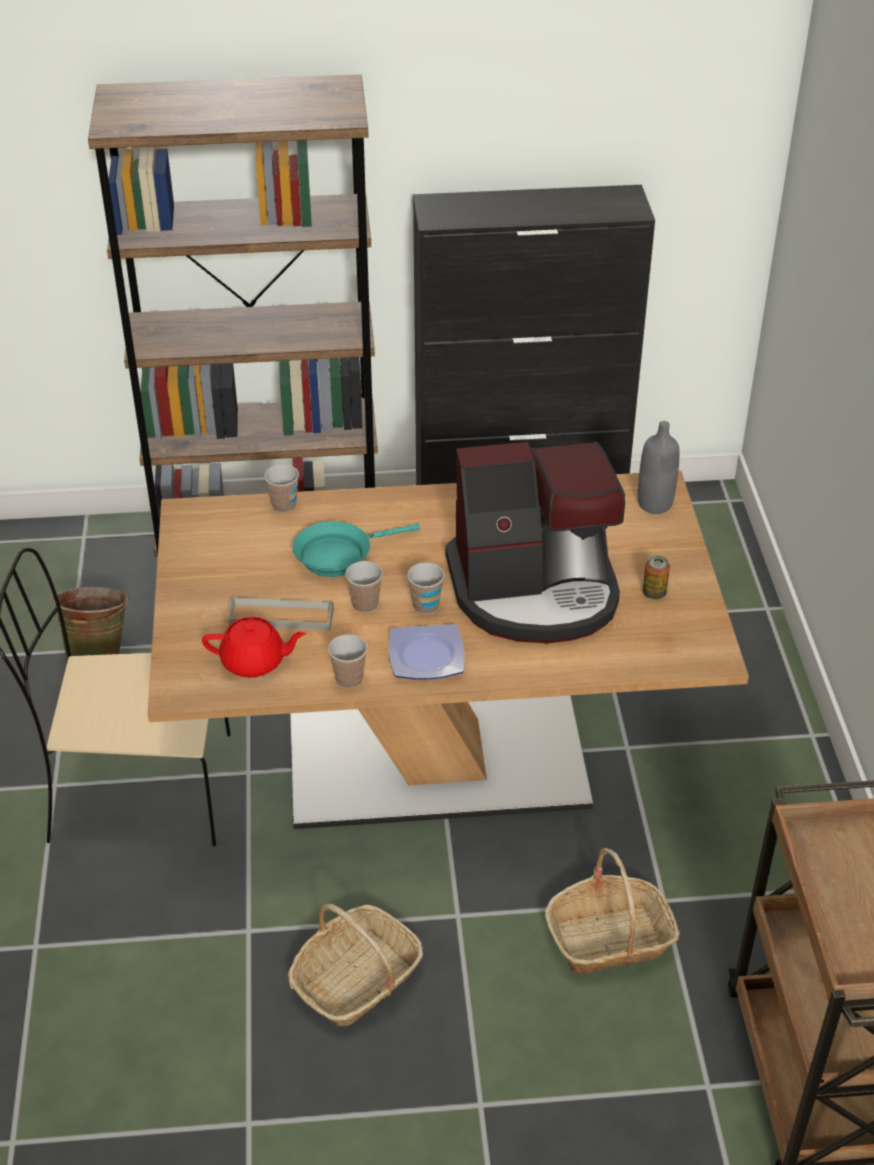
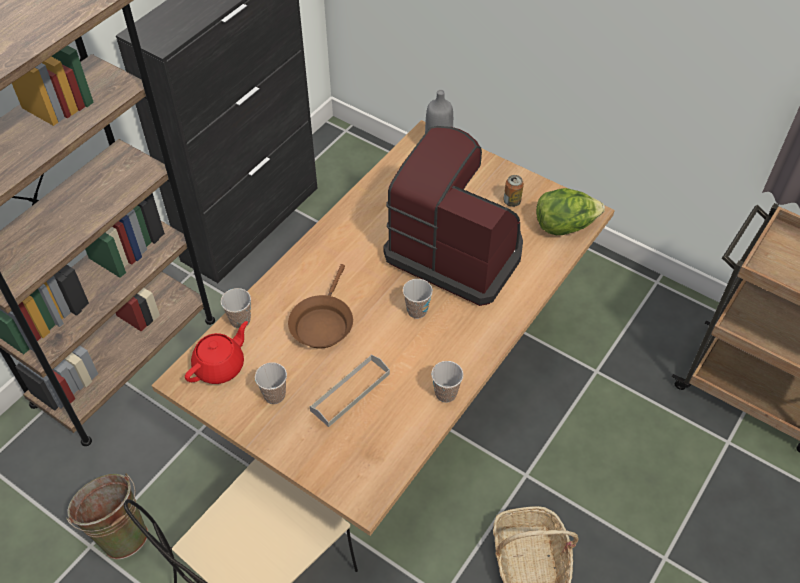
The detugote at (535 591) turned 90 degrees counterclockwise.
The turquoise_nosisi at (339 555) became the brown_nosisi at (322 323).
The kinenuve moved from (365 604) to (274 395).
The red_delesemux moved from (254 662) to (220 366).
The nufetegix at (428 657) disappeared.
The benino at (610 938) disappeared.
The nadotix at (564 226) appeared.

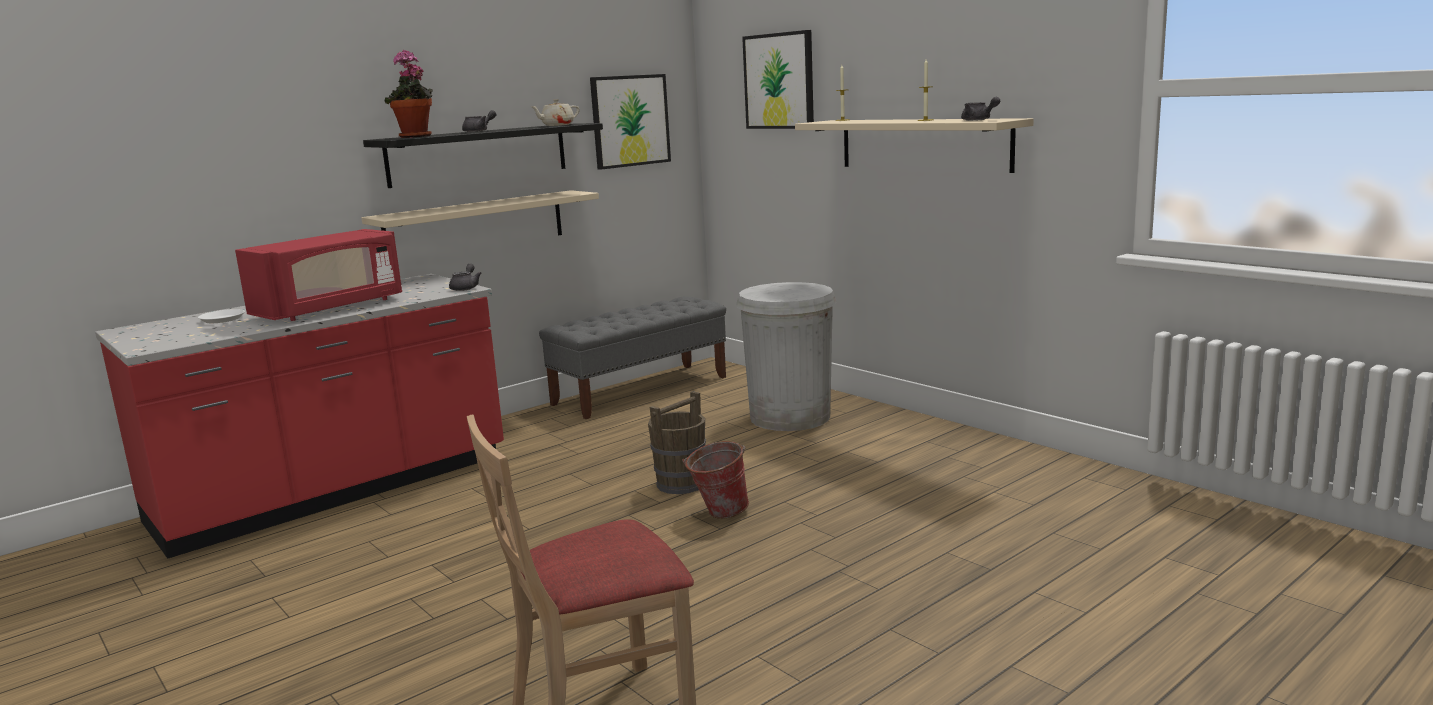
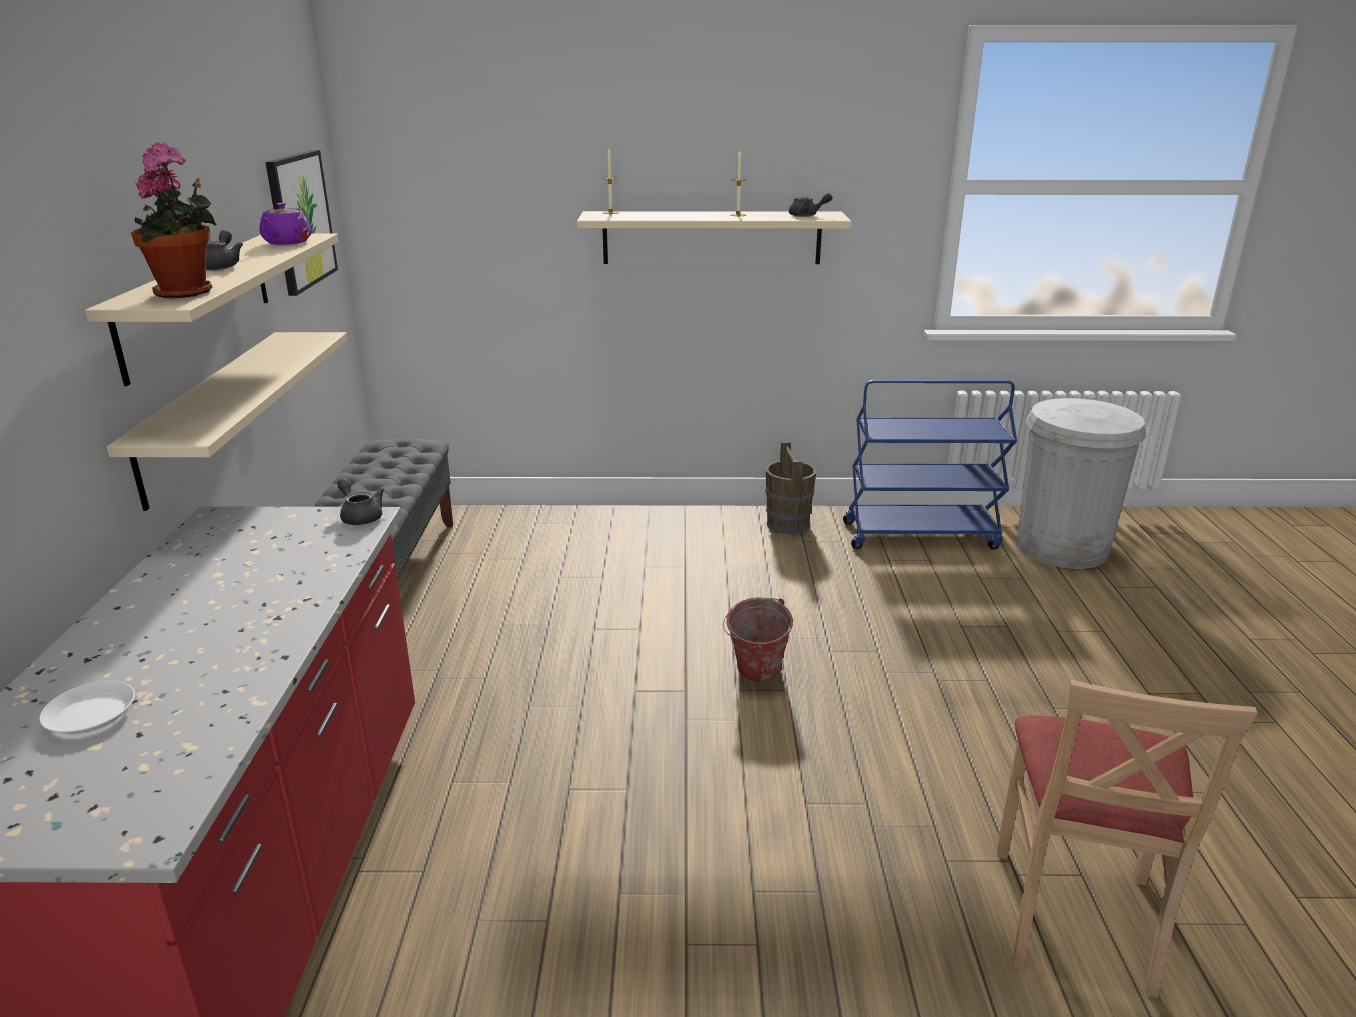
The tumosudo at (779 81) disappeared.
The beige_delesemux at (557 125) became the purple_delesemux at (286 242).
The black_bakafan at (478 154) became the beige_bakafan at (197 301).
The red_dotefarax at (331 308) disappeared.
The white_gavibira moved from (789 417) to (1061 547).
The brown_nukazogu moved from (681 484) to (787 524).
The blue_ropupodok at (921 535) appeared.

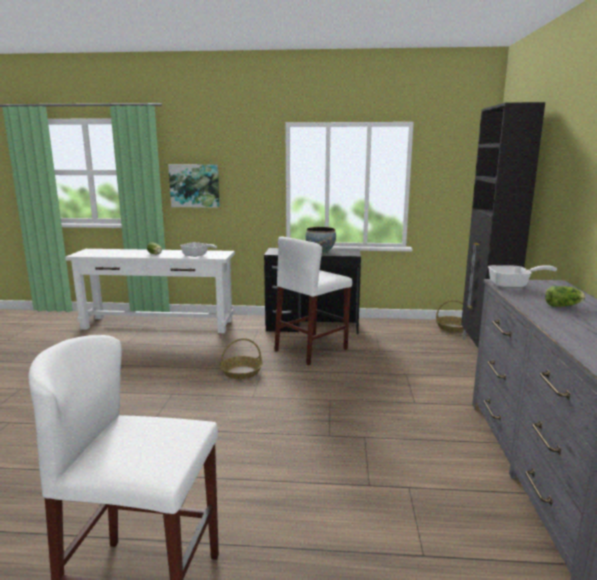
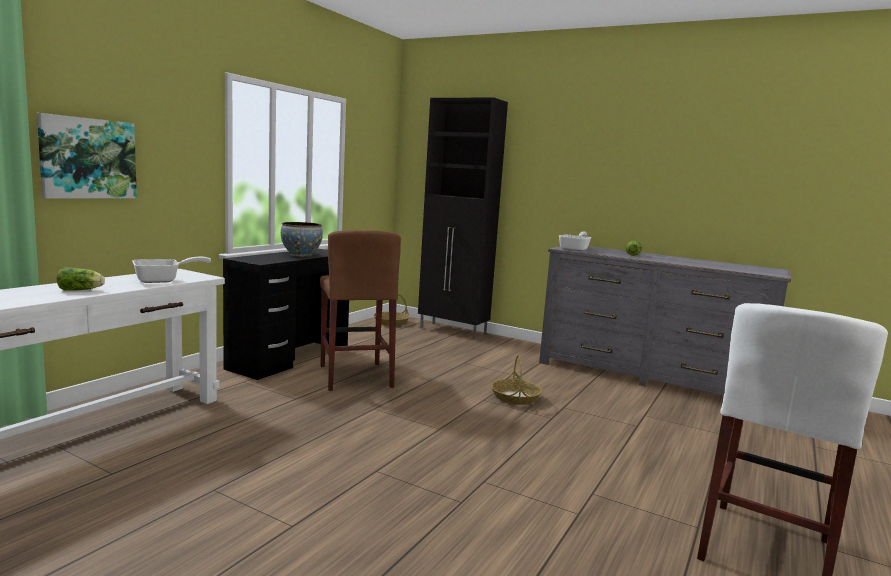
The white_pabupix at (311 350) became the brown_pabupix at (355 376).
The benino moved from (241 372) to (515 397).

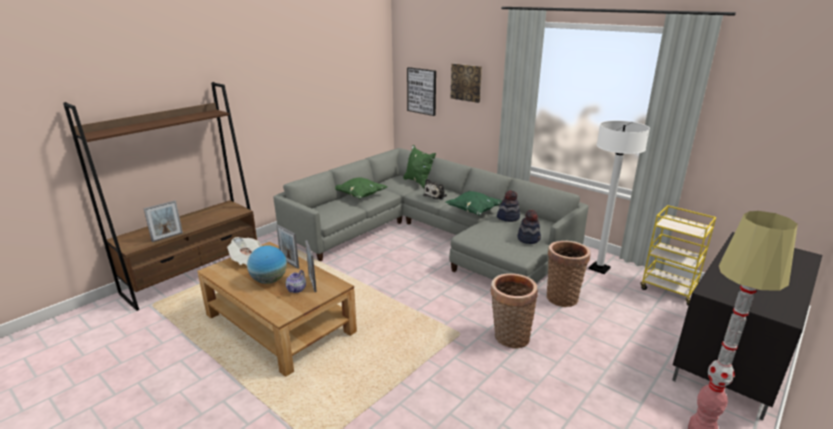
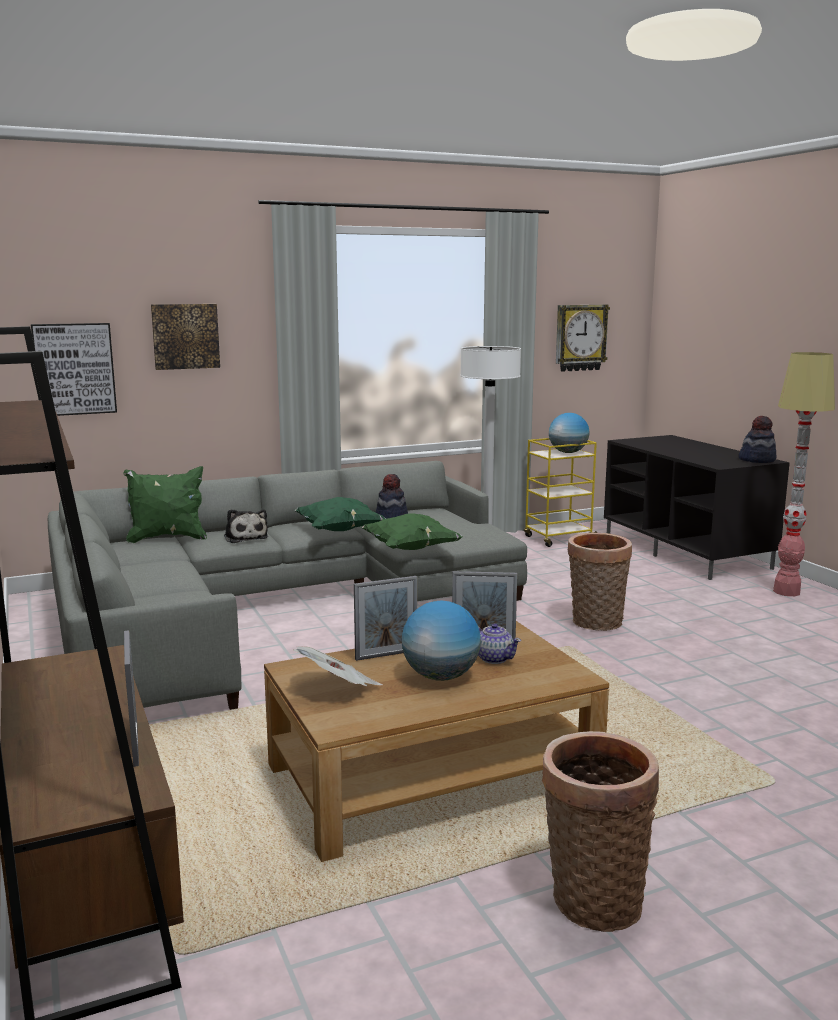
The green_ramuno moved from (360 196) to (410 549).
The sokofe moved from (528 239) to (757 460).
The benino moved from (562 297) to (592 898).
The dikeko at (580 337) appeared.
The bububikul at (568 452) appeared.

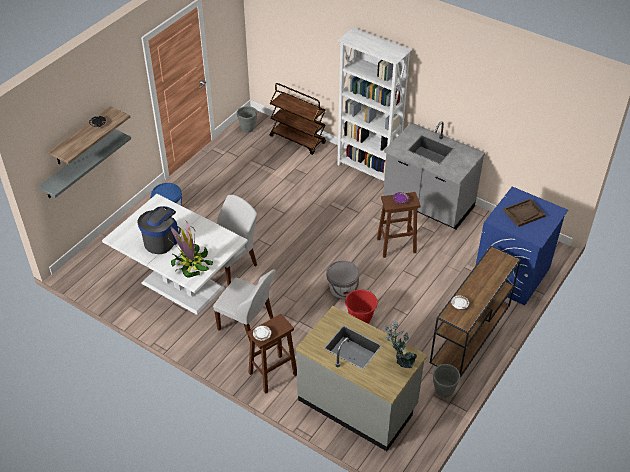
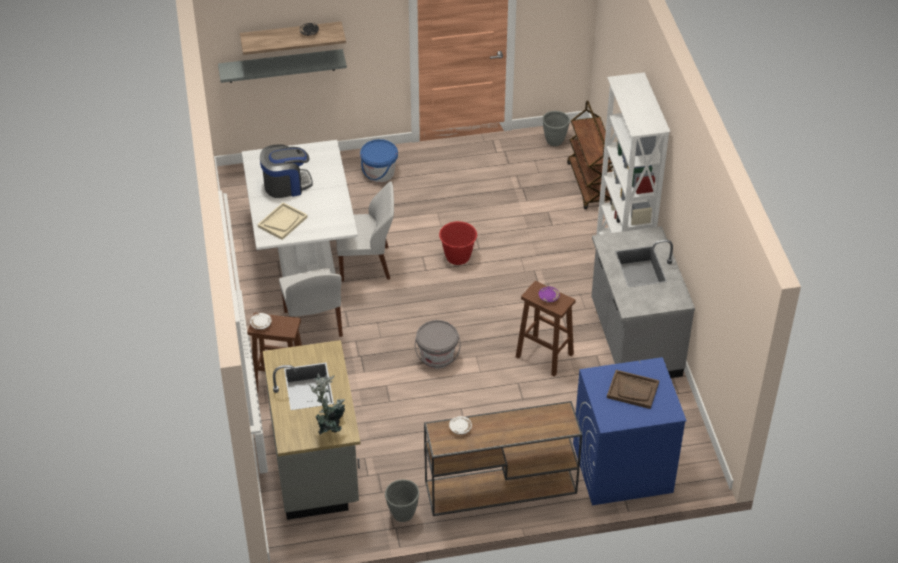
The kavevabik at (190 264) was replaced by the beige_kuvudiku at (282 222).
The red_nukazogu moved from (360 319) to (457 257).

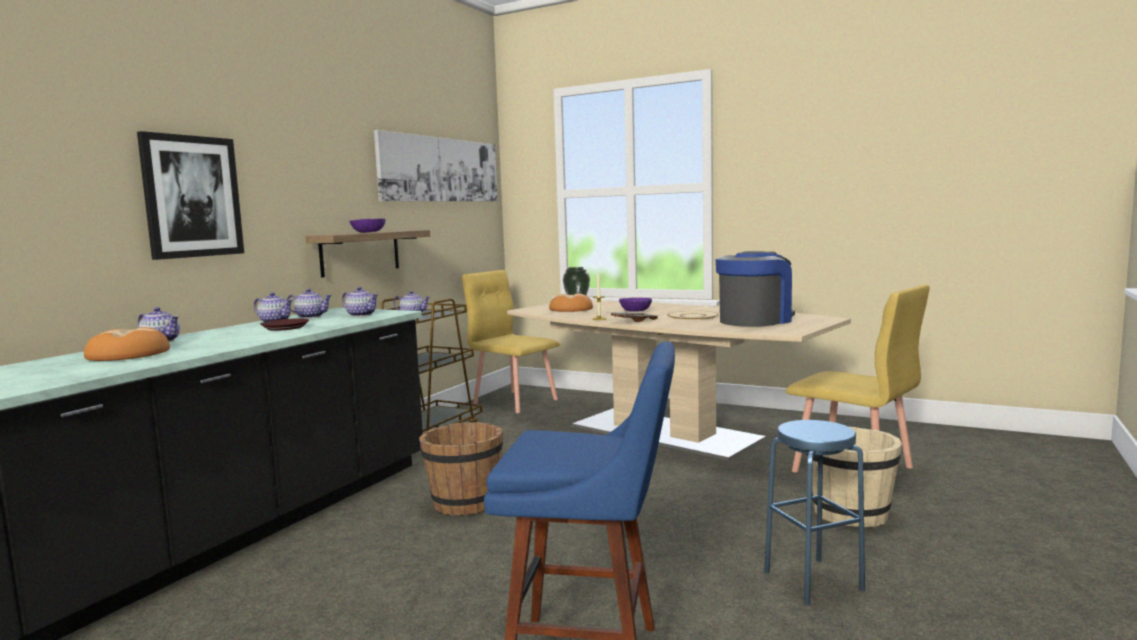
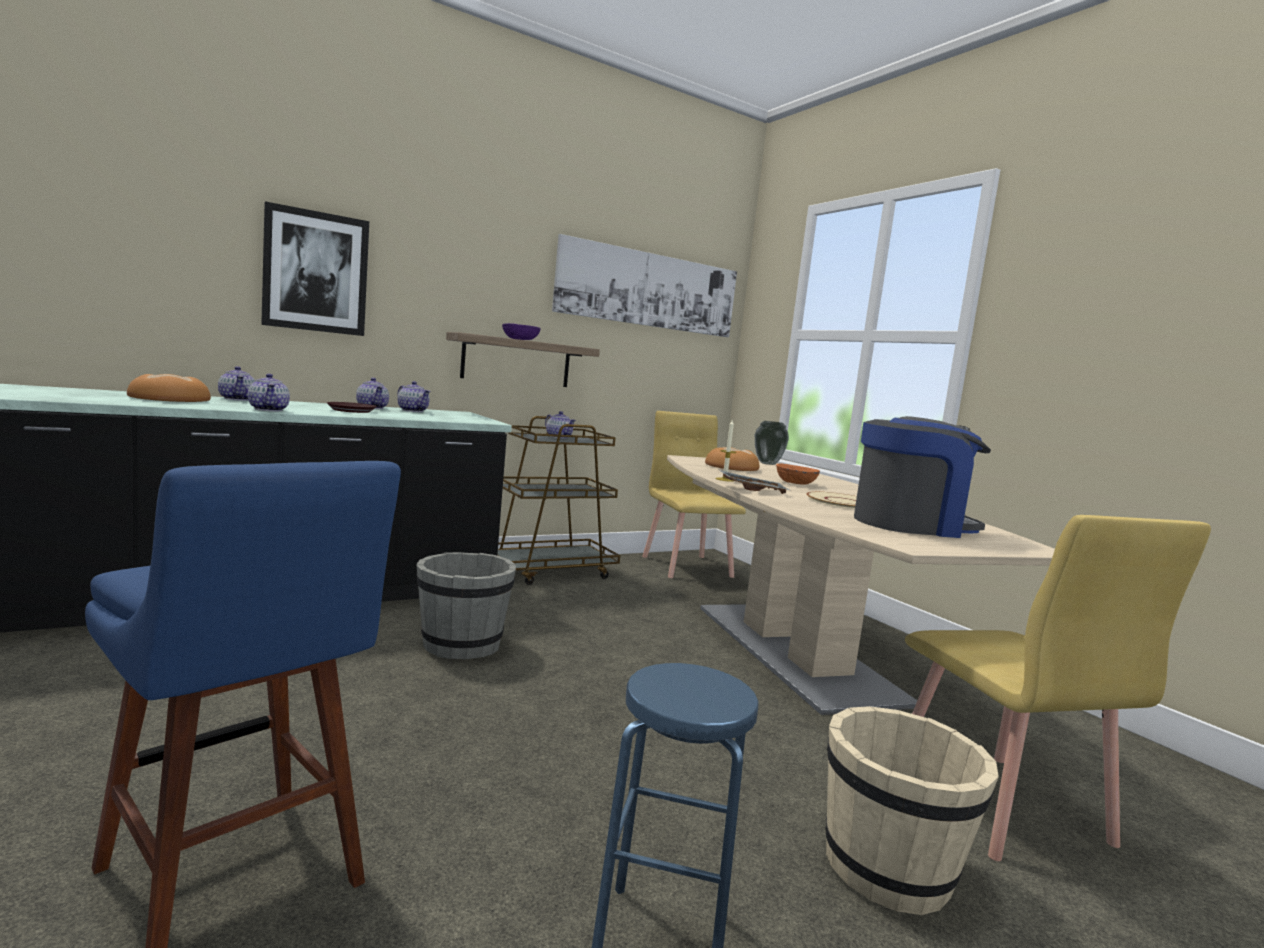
The delesemux moved from (361 315) to (269 410).
The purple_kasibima at (635 311) became the orange_kasibima at (795 483).
The brown_nukazogu at (465 503) became the grey_nukazogu at (461 645).

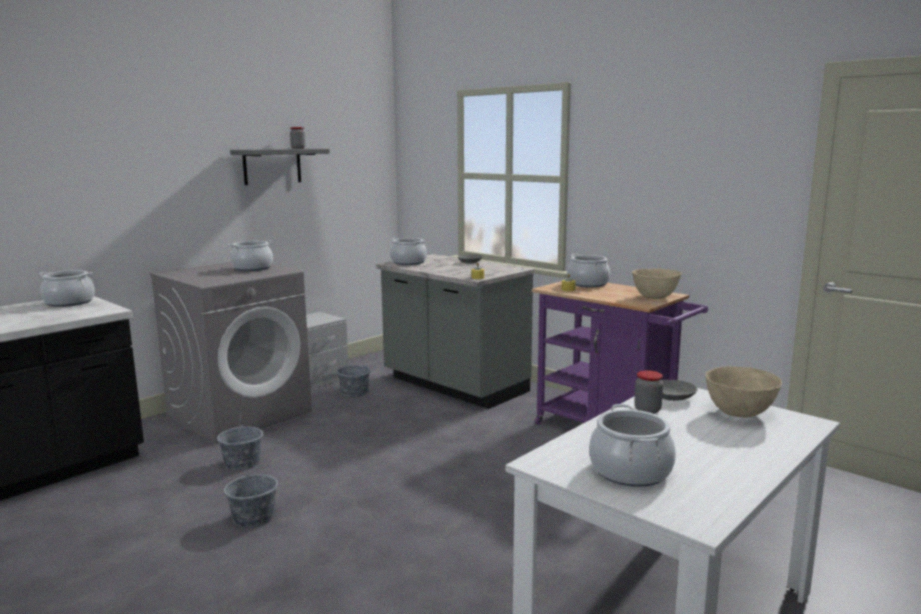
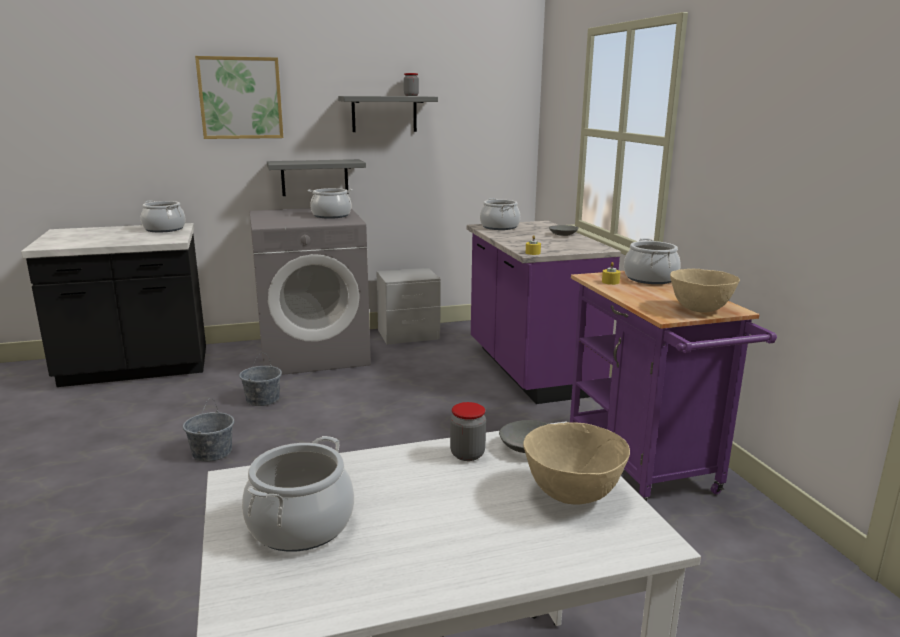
The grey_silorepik at (454 386) became the purple_silorepik at (530 370).
The grey_nukazogu at (354 392) disappeared.
The tumosudo at (240 98) appeared.
The grey_bakafan at (314 177) appeared.

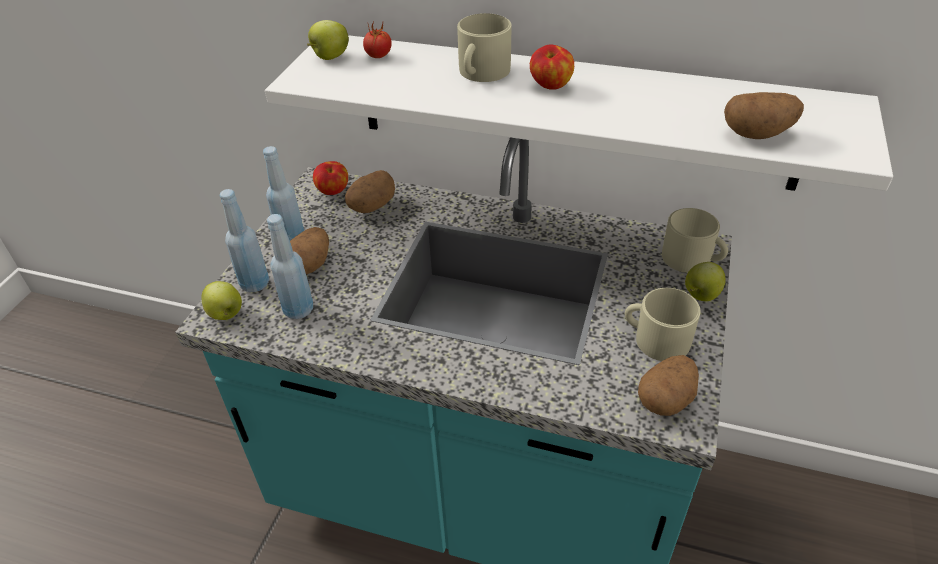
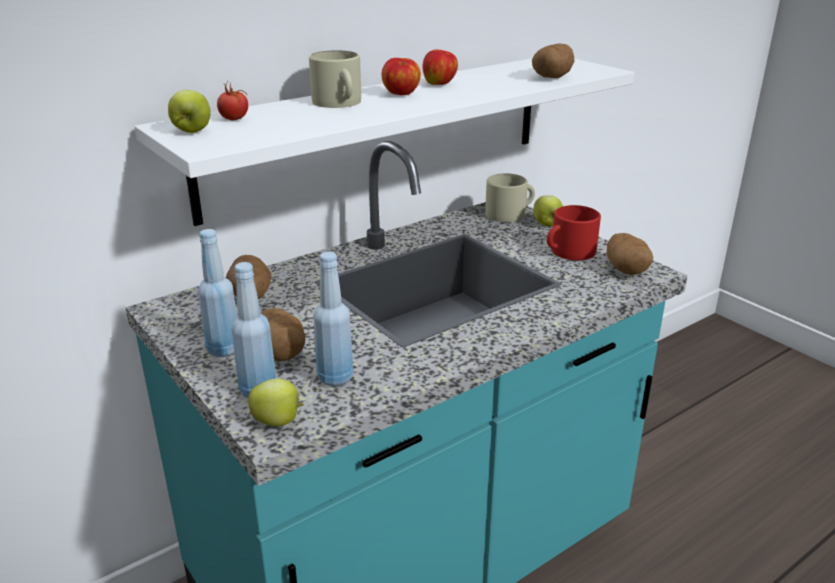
The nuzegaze moved from (333 191) to (439 84).
The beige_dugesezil at (655 339) became the red_dugesezil at (568 252).

